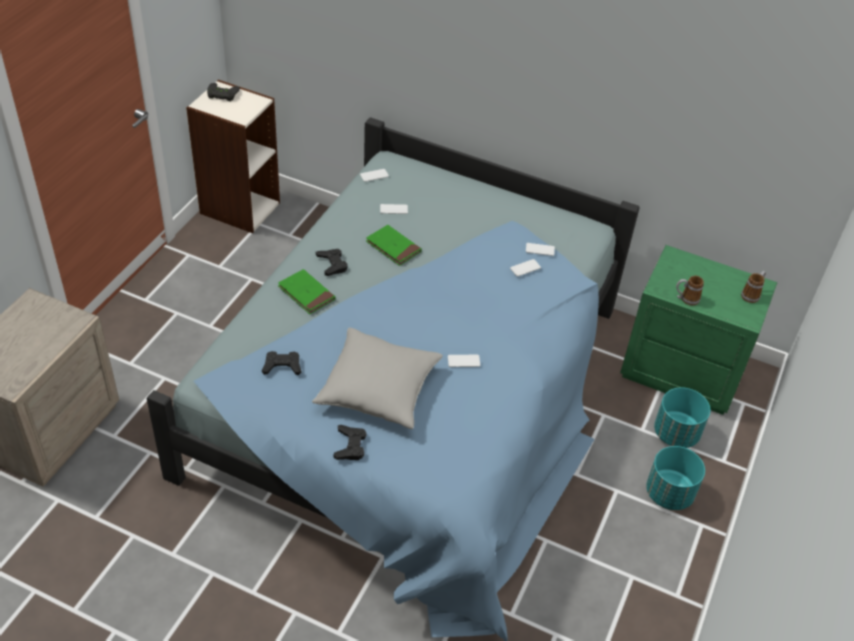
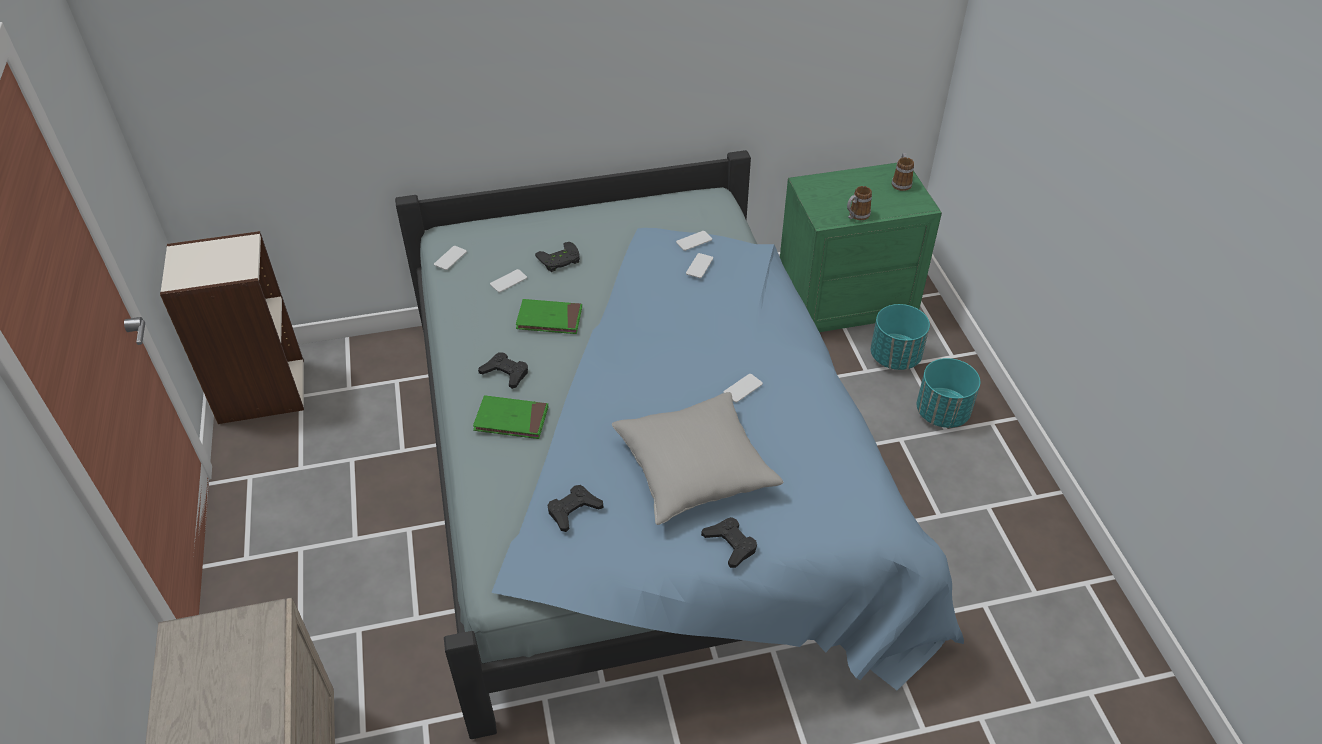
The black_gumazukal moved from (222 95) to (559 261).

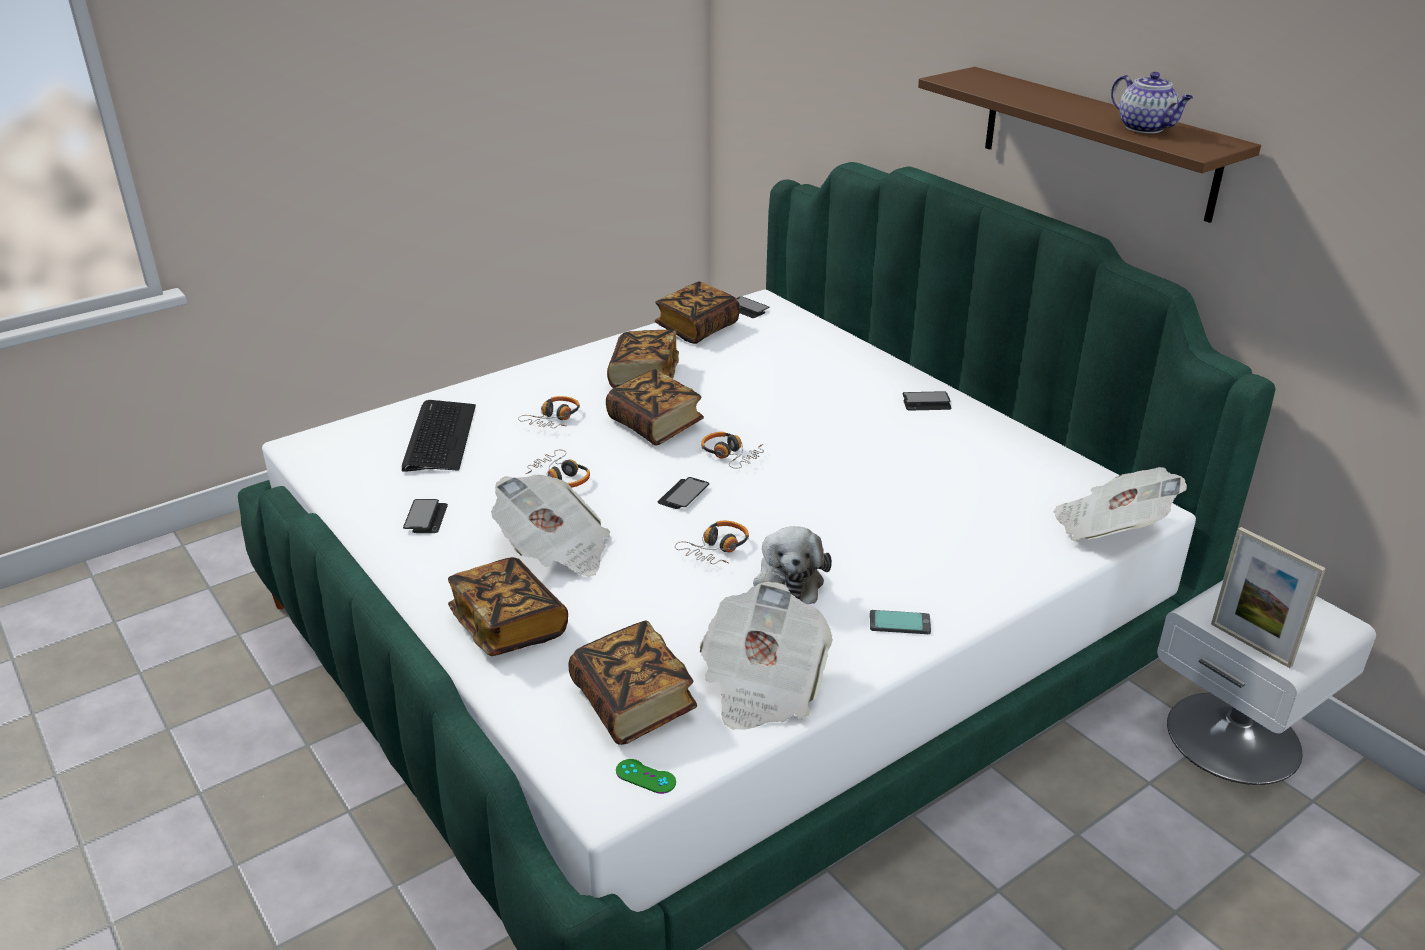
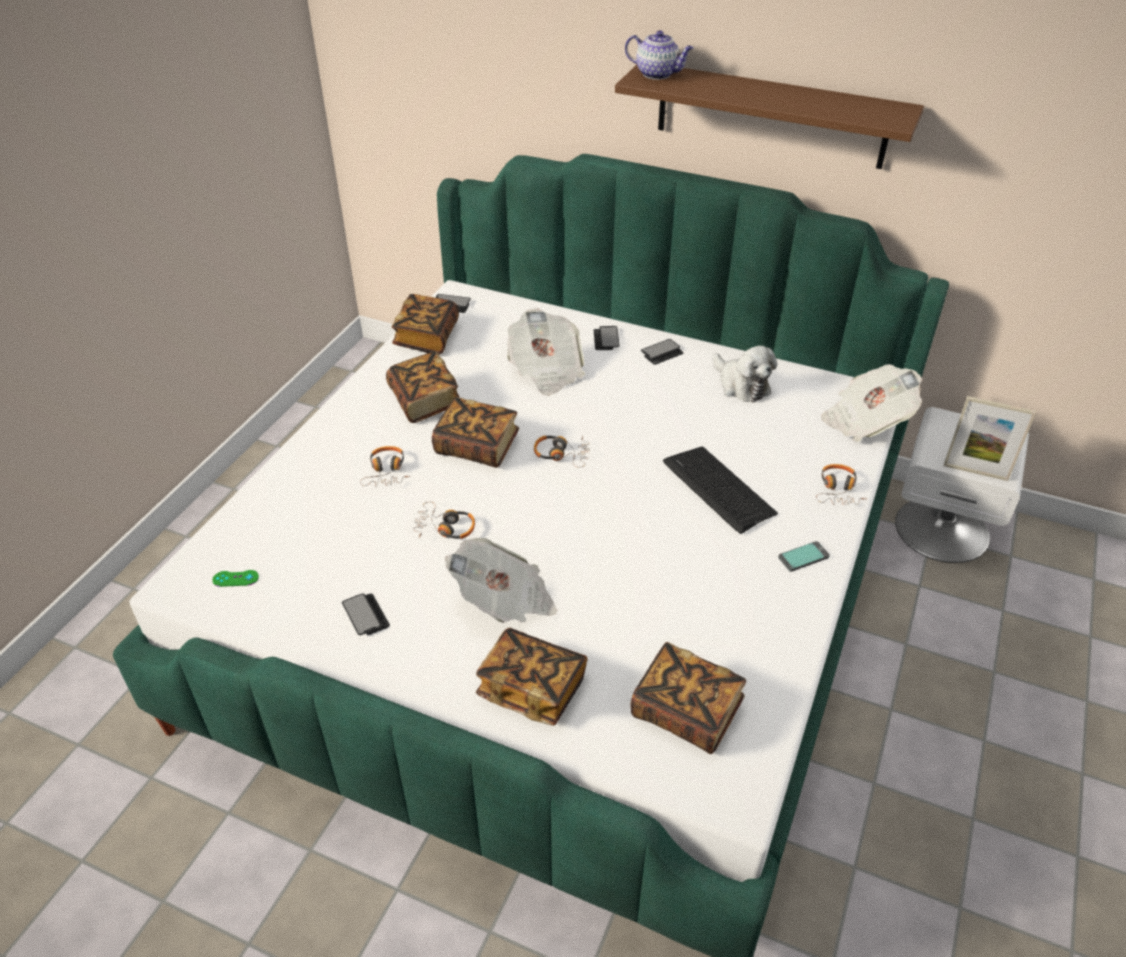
The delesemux moved from (1146 128) to (658 74).
The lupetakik moved from (439 437) to (718 489).
The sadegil moved from (683 495) to (606 339).
The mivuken moved from (716 549) to (838 490).
The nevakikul moved from (788 580) to (741 385).
The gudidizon moved from (762 685) to (546 370).
The green_gumazukal moved from (645 776) to (235 578).

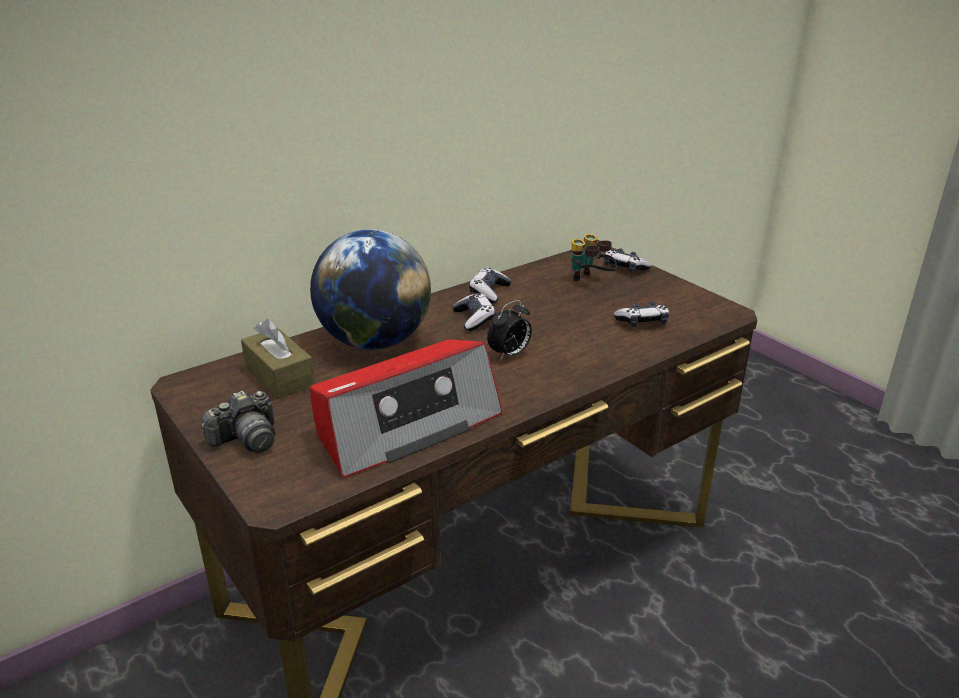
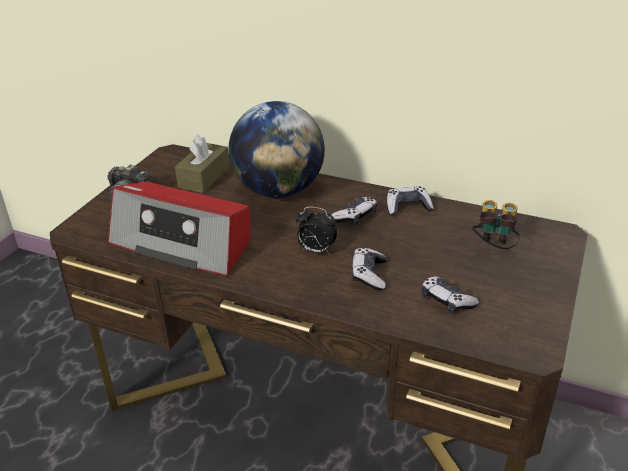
The gumazukal moved from (624 268) to (369 275).

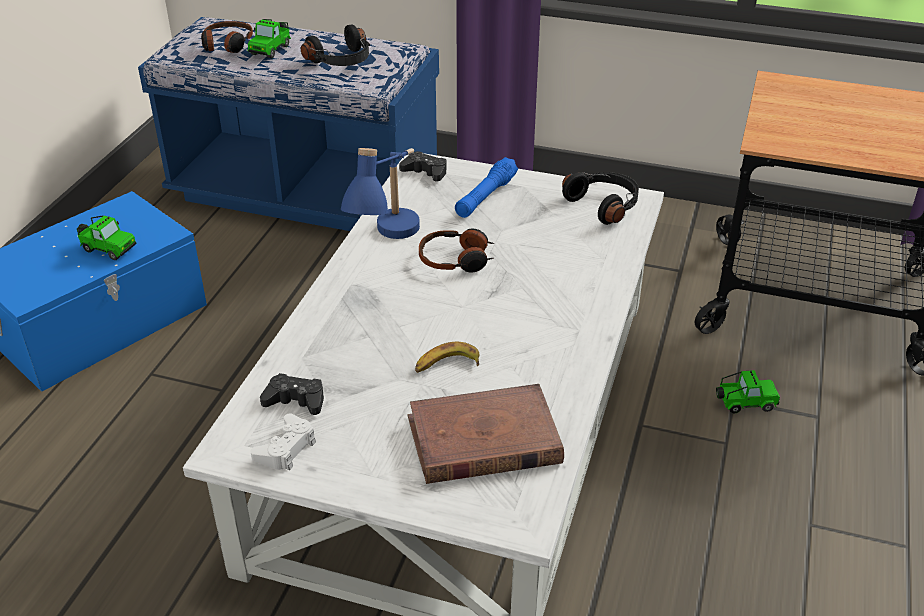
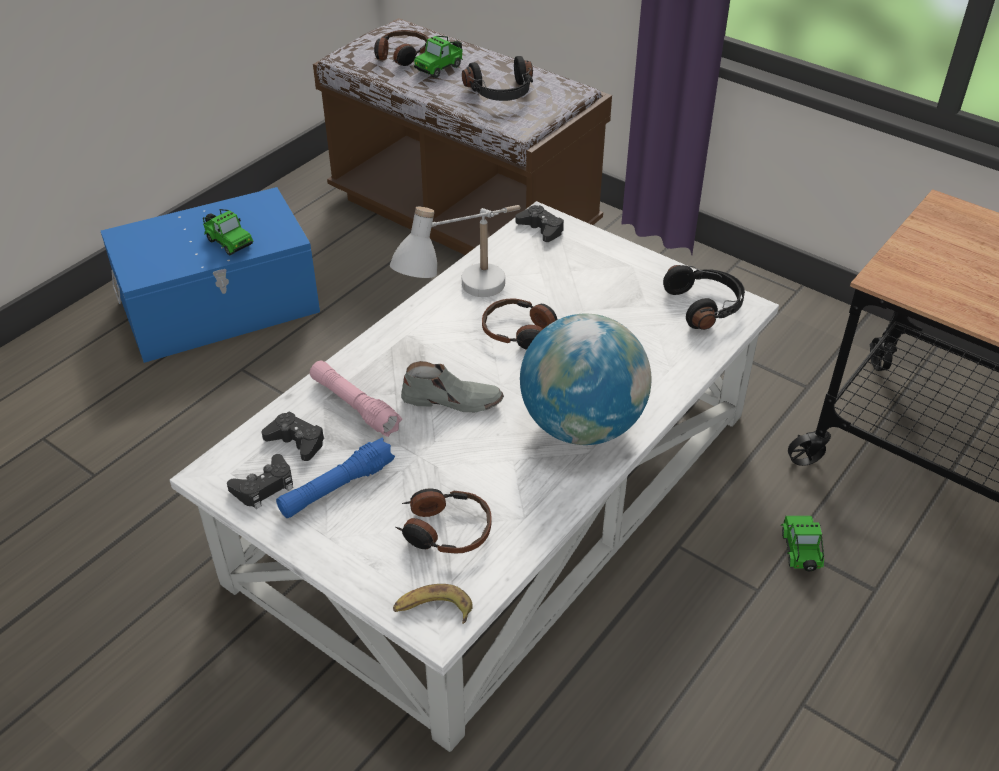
The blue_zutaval at (305 192) became the brown_zutaval at (463 215).
The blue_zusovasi at (391 245) became the white_zusovasi at (466 301).
The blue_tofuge moved from (486 197) to (336 488).
The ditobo moved from (446 365) to (433 610).
The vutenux at (744 403) turned 105 degrees counterclockwise.
The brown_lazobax at (483 440) was replaced by the mivuken at (445 530).
The white_gumazukal at (286 448) became the black_gumazukal at (264 487).
The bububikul at (582 425) appeared.
The pink_tofuge at (354 406) appeared.
The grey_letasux at (452 400) appeared.

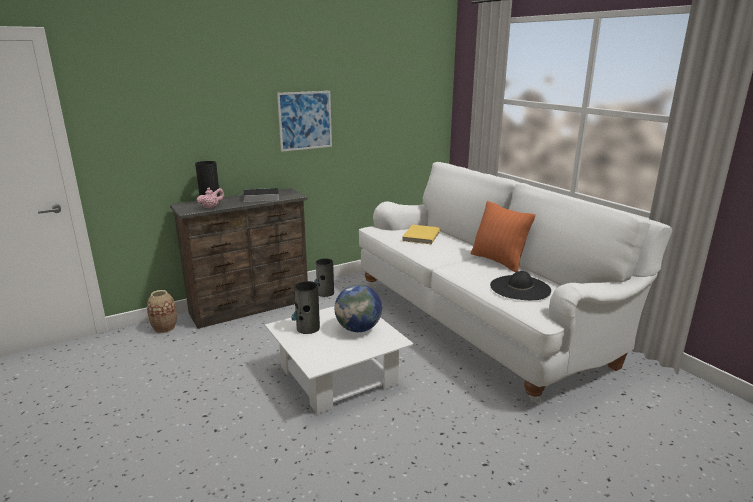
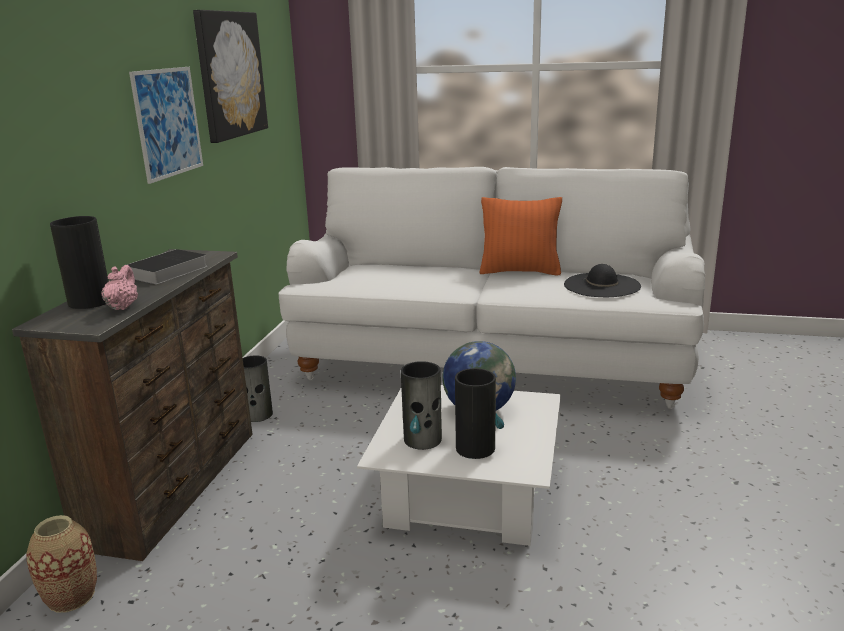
The yellow_lazobax at (420 236) disappeared.
The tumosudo at (230 75) appeared.
The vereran at (476 448) appeared.

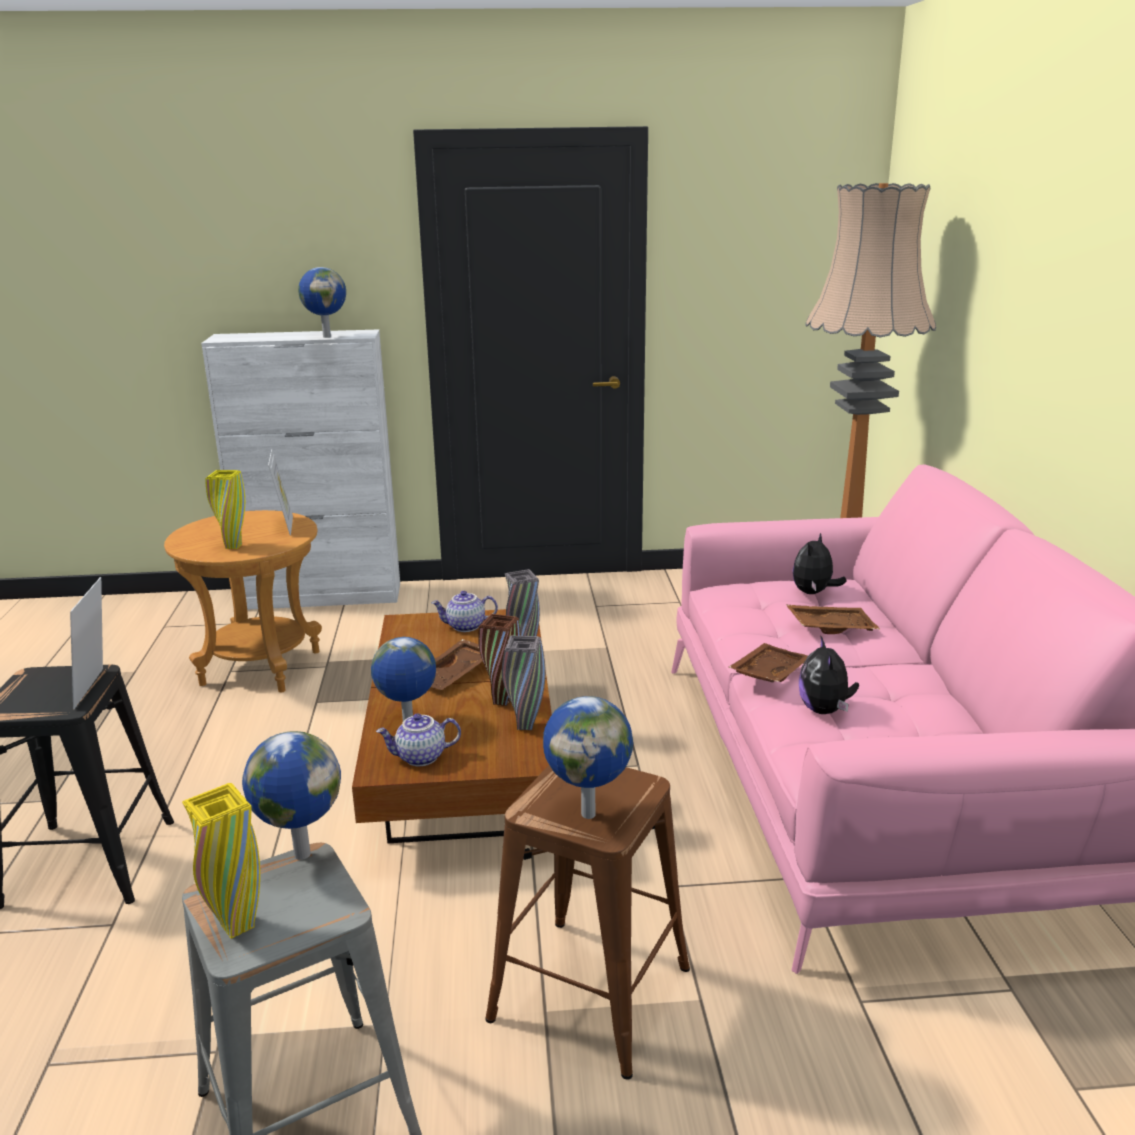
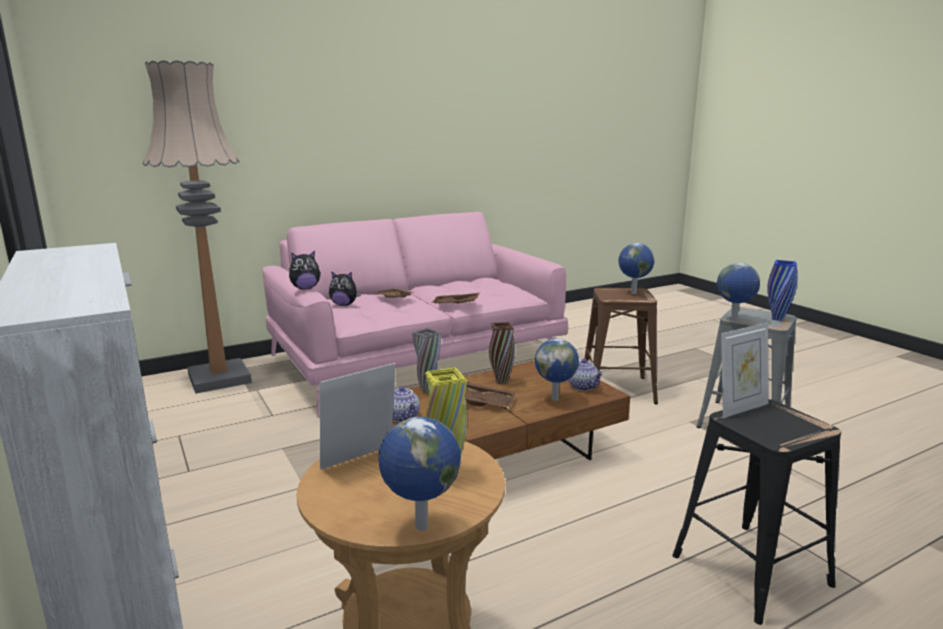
The bububikul moved from (327 337) to (420 527).
The nevakikul moved from (825 710) to (305 288).
The grey_vereran at (525 726) disappeared.
The yellow_vereran at (237 926) became the blue_vereran at (777 318).

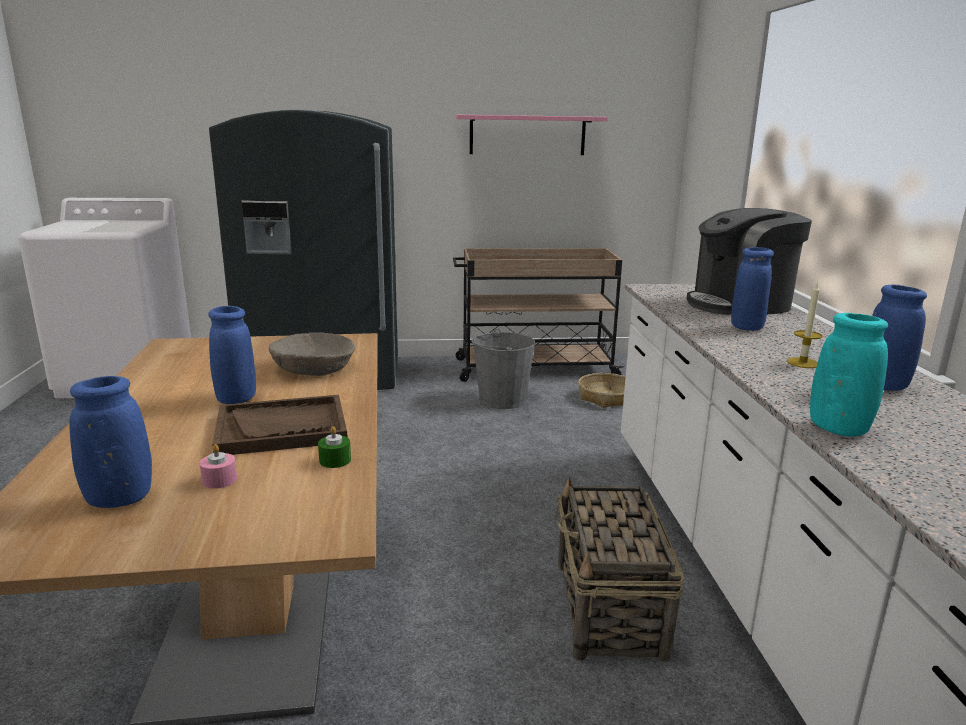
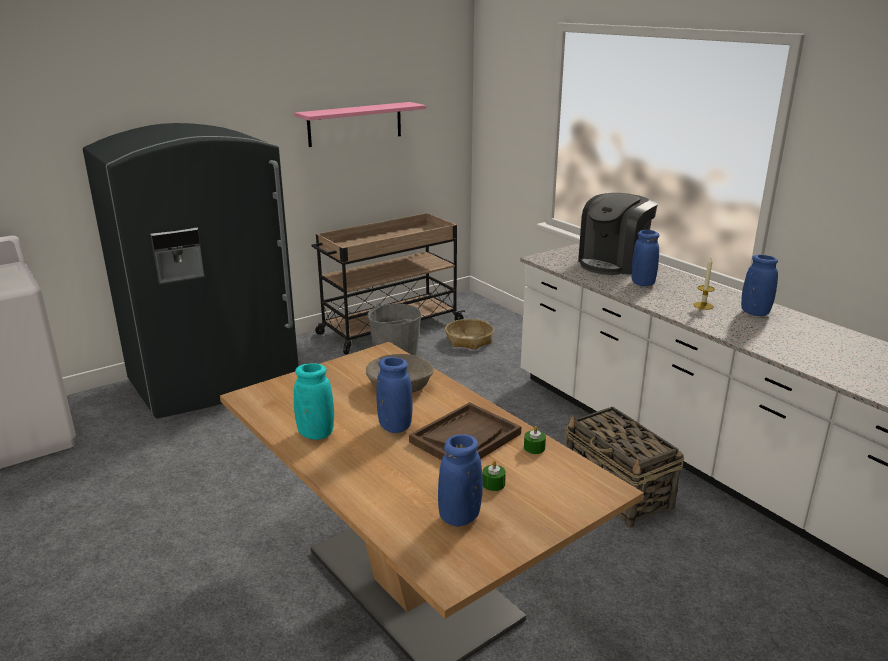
The turquoise_vereran moved from (838 429) to (316 433).
The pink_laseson at (219 480) became the green_laseson at (493 484).

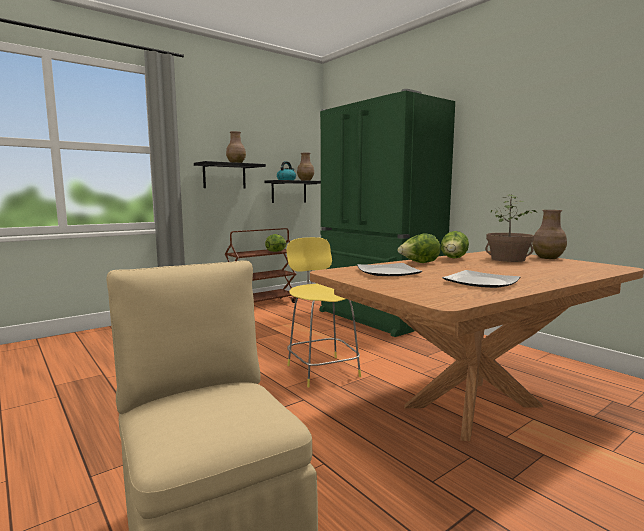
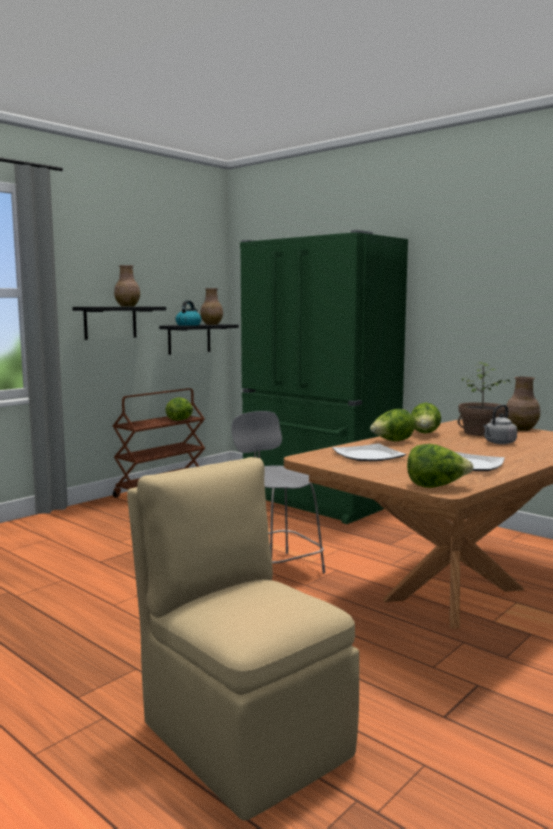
The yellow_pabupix at (322 370) became the grey_pabupix at (277 568).
The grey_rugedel at (498 443) appeared.
The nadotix at (436 486) appeared.

